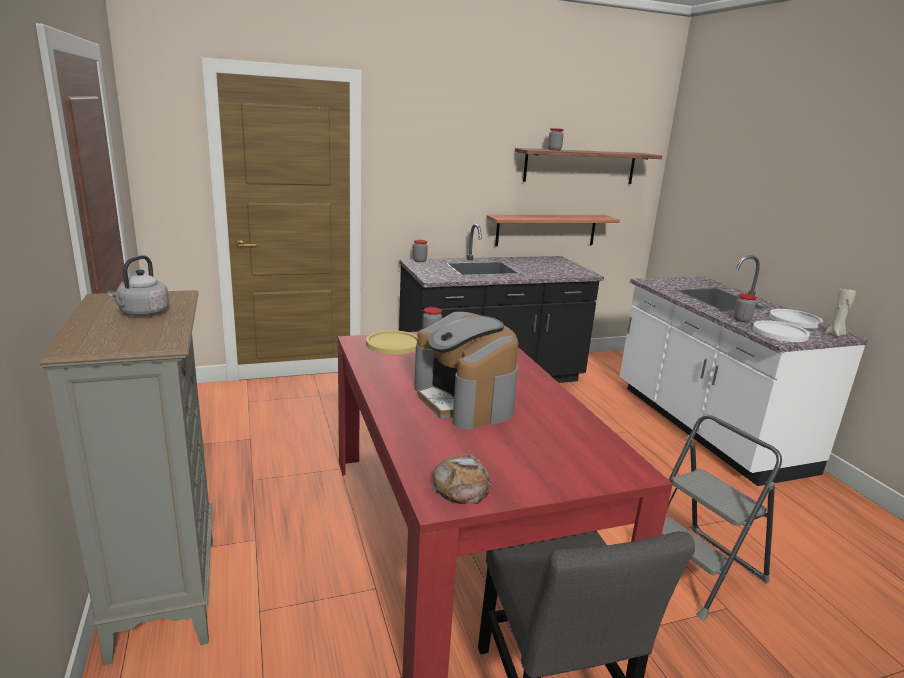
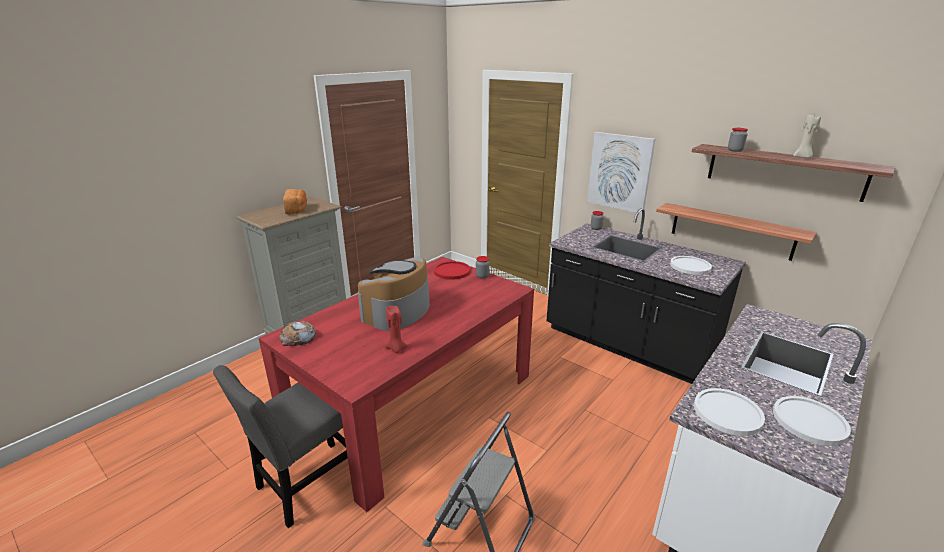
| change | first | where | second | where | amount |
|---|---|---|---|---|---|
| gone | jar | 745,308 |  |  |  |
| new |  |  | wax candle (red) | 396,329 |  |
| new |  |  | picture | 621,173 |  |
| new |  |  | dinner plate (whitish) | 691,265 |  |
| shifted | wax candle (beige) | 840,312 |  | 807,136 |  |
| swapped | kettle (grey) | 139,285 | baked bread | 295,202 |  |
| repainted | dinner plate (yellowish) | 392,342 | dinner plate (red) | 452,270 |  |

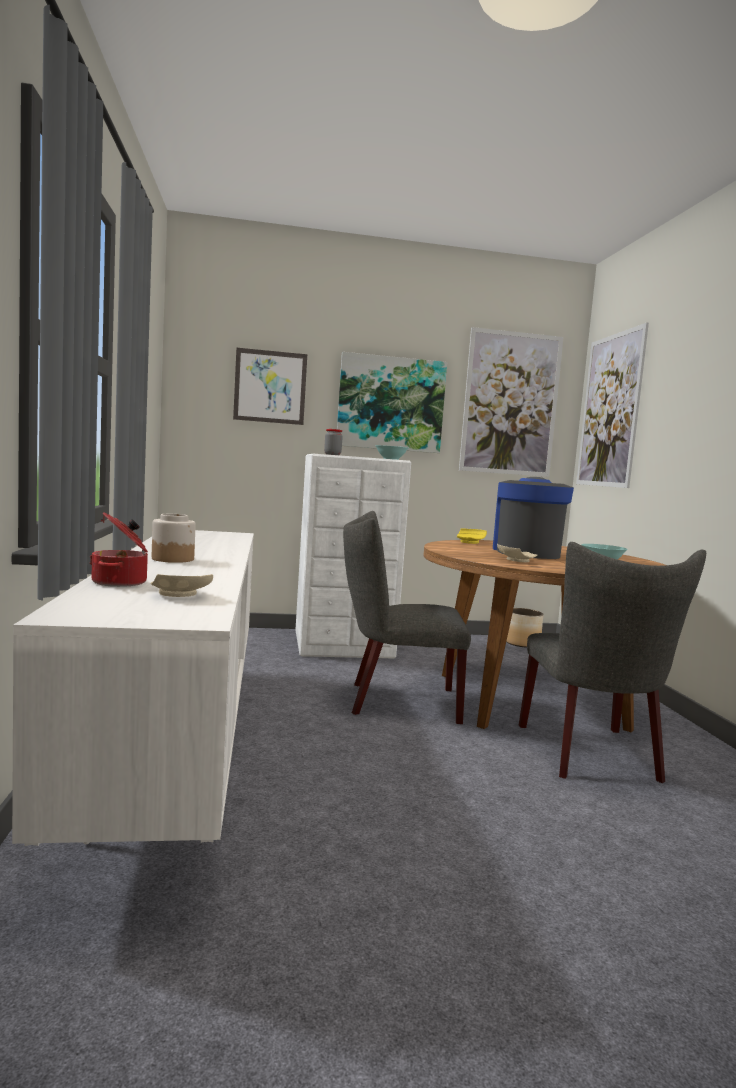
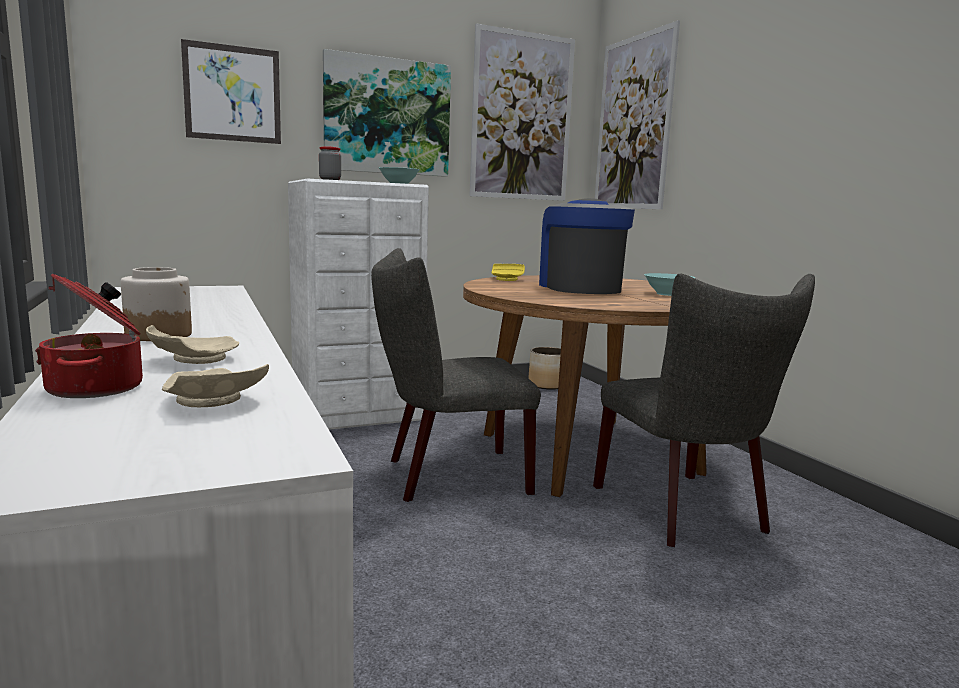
| change | first | where | second | where | amount |
|---|---|---|---|---|---|
| shifted | dinner plate (beige) | 517,553 |  | 193,344 |  |

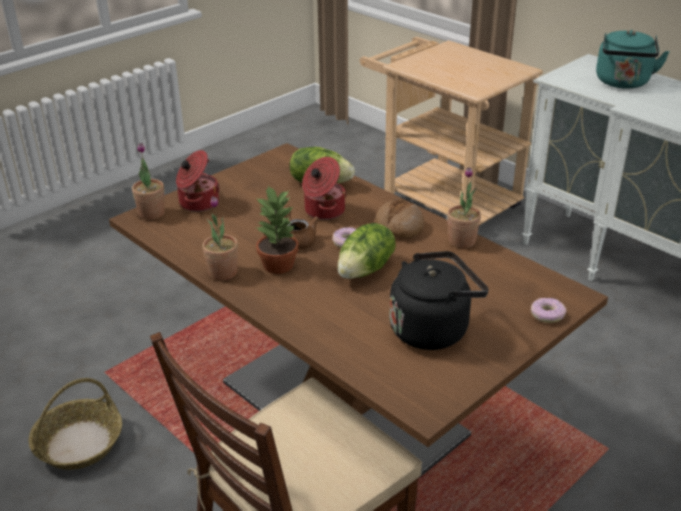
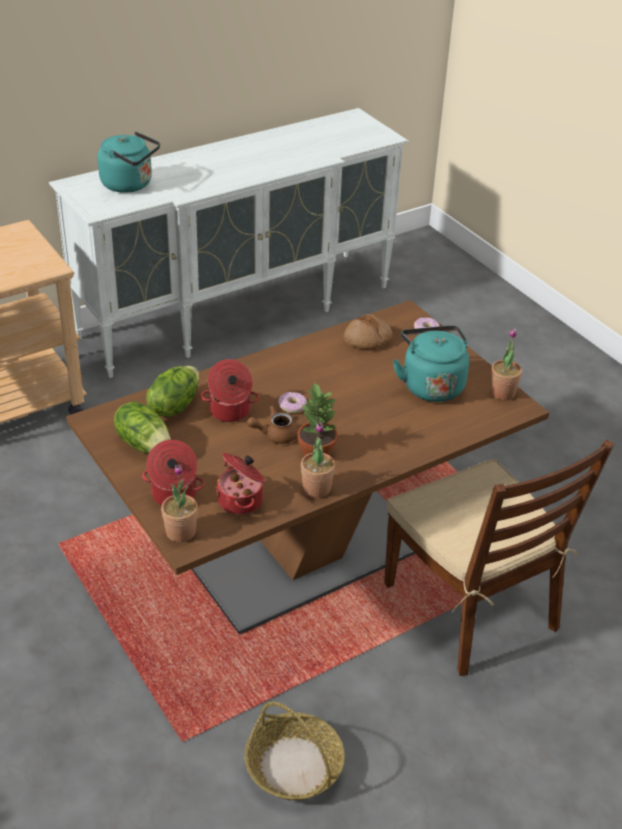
| change | first | where | second | where | amount |
|---|---|---|---|---|---|
| new |  |  | stockpot | 240,484 |  |
| shifted | lettuce | 366,251 |  | 142,427 |  |
| shifted | baked bread | 399,219 |  | 368,331 |  |
| shifted | houseplant | 464,207 |  | 506,364 |  |
| repainted | kettle (black) | 439,300 | kettle (turquoise-coloured) | 431,363 |  |

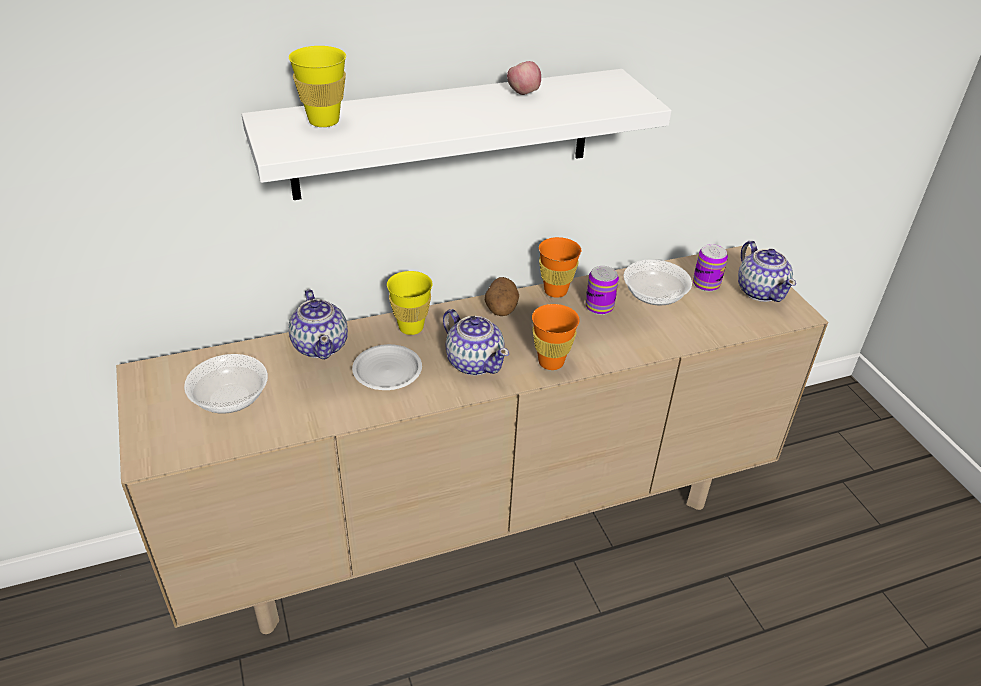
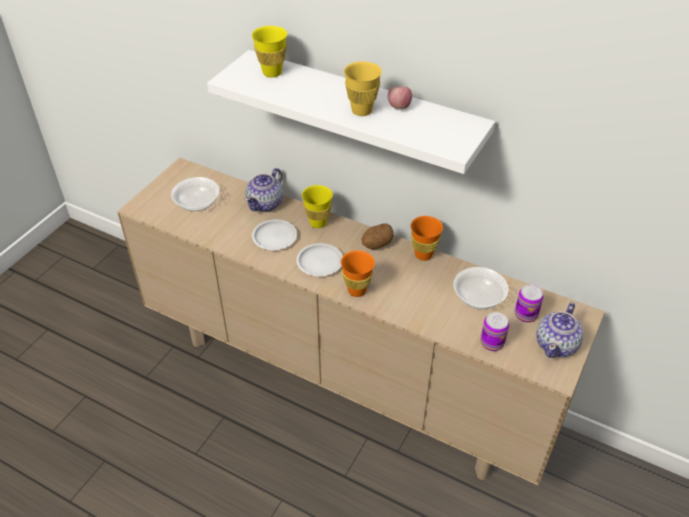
| change | first | where | second | where | amount |
|---|---|---|---|---|---|
| new |  |  | small cup (yellowish) | 363,88 |  |
| shifted | sealed can | 602,290 |  | 495,331 |  |
| swapped | tea pot | 476,342 | dinner plate (whitish) | 319,259 |  |

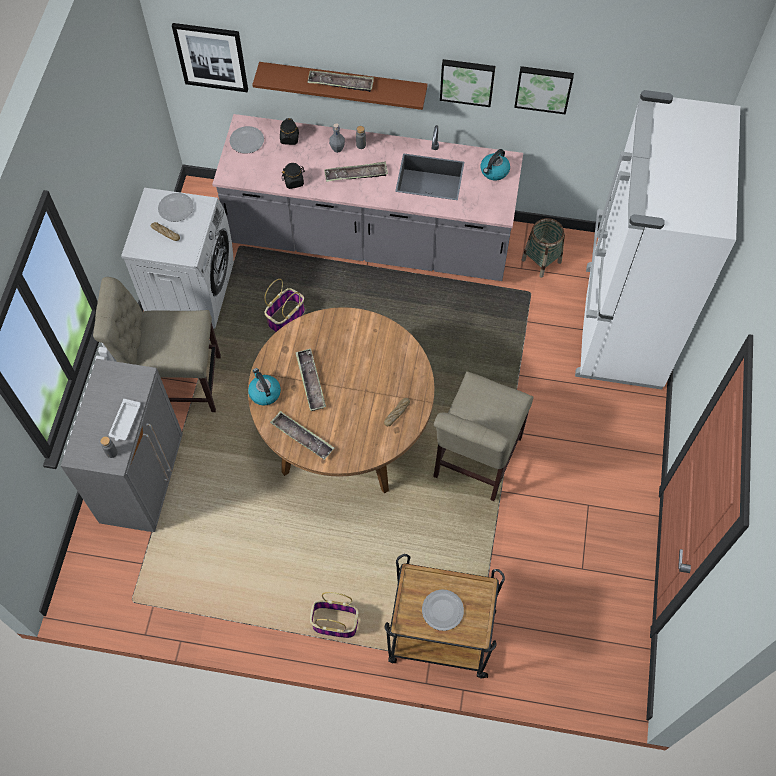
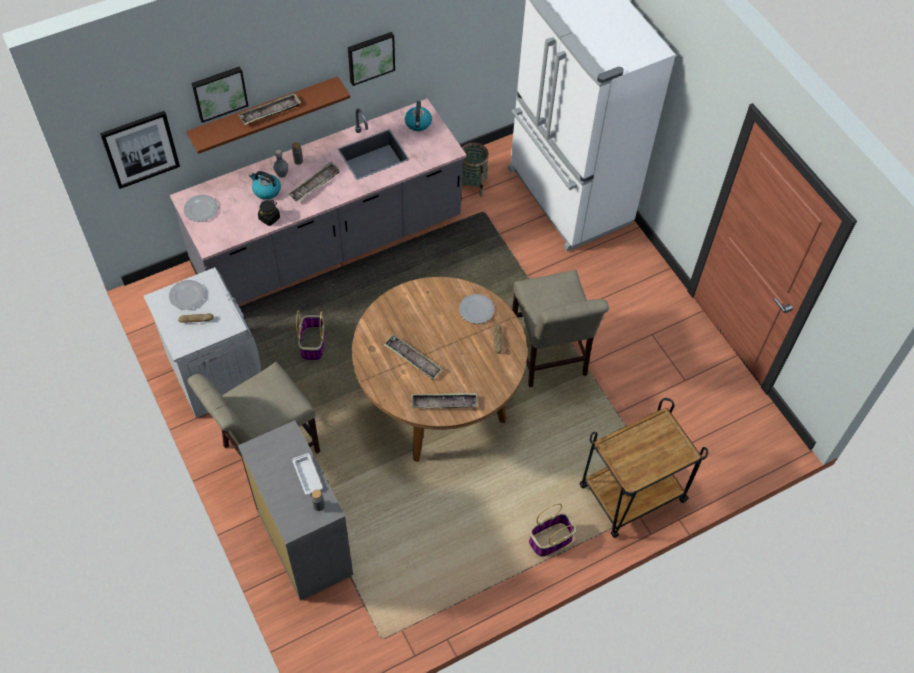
| change | first | where | second | where | amount |
|---|---|---|---|---|---|
| gone | jar (black) | 289,131 |  |  |  |
| shifted | kettle | 264,387 |  | 265,185 |  |
| shifted | dinner plate | 443,610 |  | 476,309 |  |
| shifted | picture | 544,90 |  | 220,94 |  |

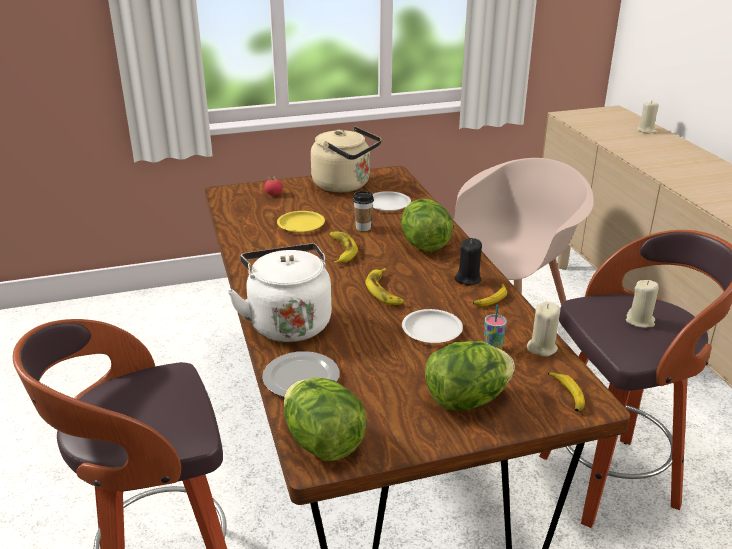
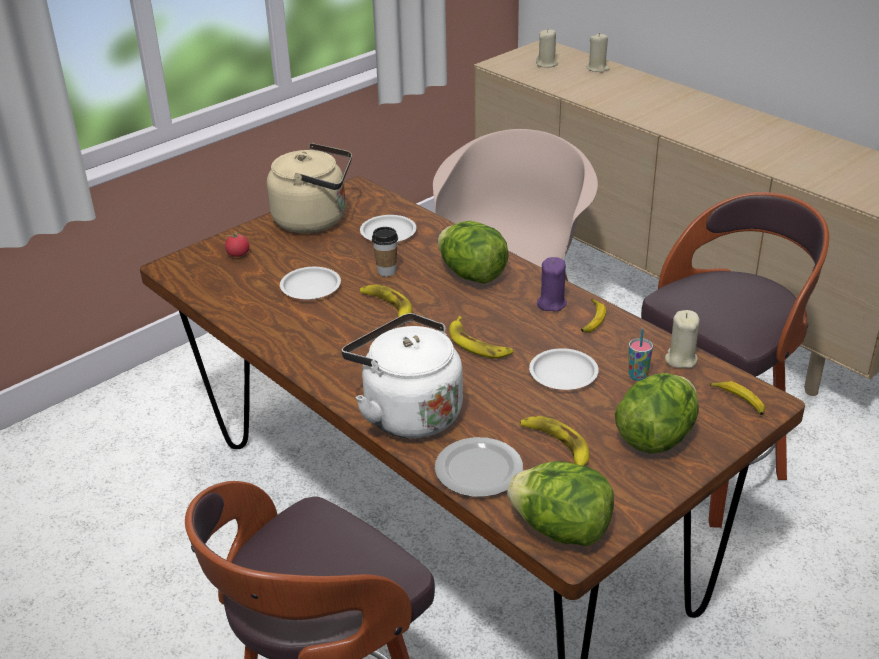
| change | first | where | second | where | amount |
|---|---|---|---|---|---|
| new |  |  | banana | 555,441 |  |
| shifted | wax candle (beige) | 642,304 |  | 547,48 |  |
| repainted | dinner plate (yellowish) | 301,222 | dinner plate (whitish) | 310,283 |  |
| repainted | wax candle (black) | 468,262 | wax candle (purple) | 552,284 |  |

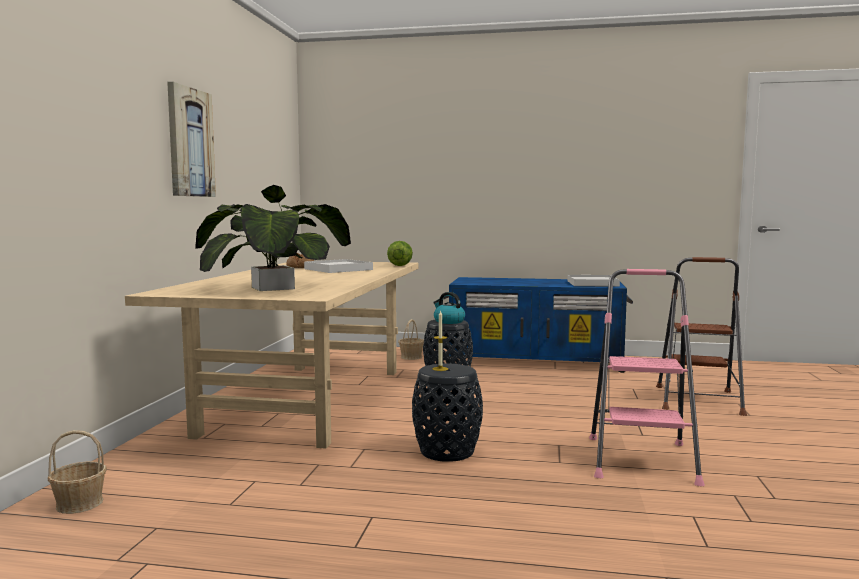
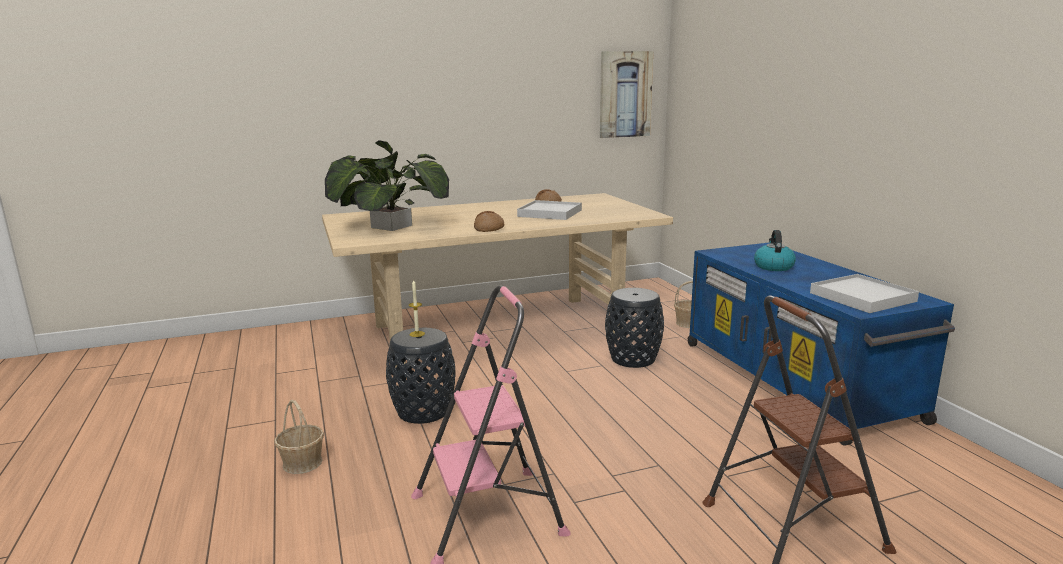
| change | first | where | second | where | amount |
|---|---|---|---|---|---|
| gone | lettuce | 400,253 |  |  |  |
| new |  |  | baked bread | 489,221 |  |
| shifted | household basket | 77,472 |  | 299,437 |  |
| shifted | picture | 191,139 |  | 626,94 |  |
| shifted | kettle | 449,308 |  | 775,250 |  |

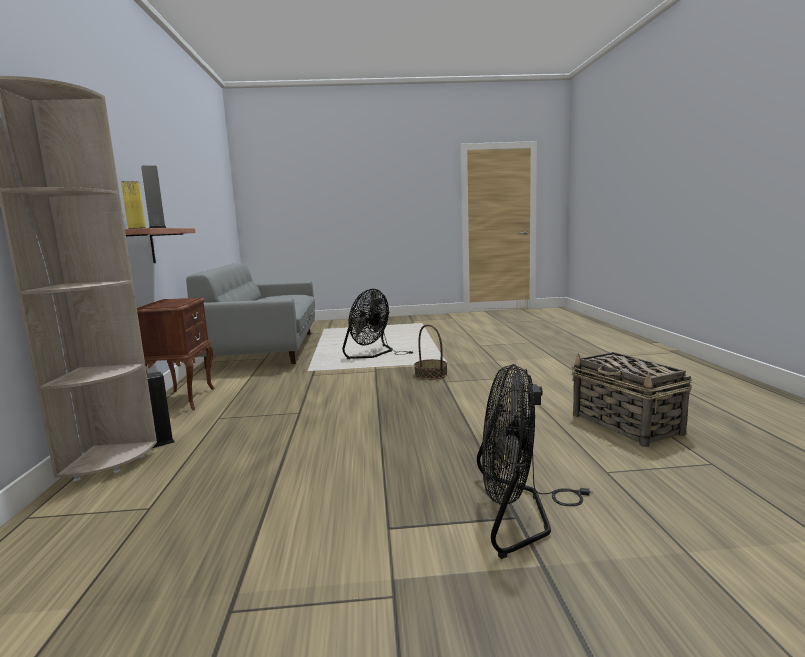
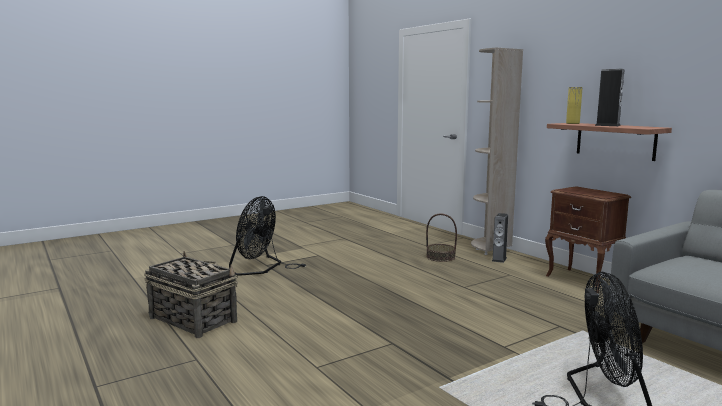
| change | first | where | second | where | amount |
|---|---|---|---|---|---|
| shifted | household basket | 430,352 |  | 441,238 |  |
| rotated | electric fan (black) | 535,461 |  | 267,235 | 135 degrees counterclockwise |

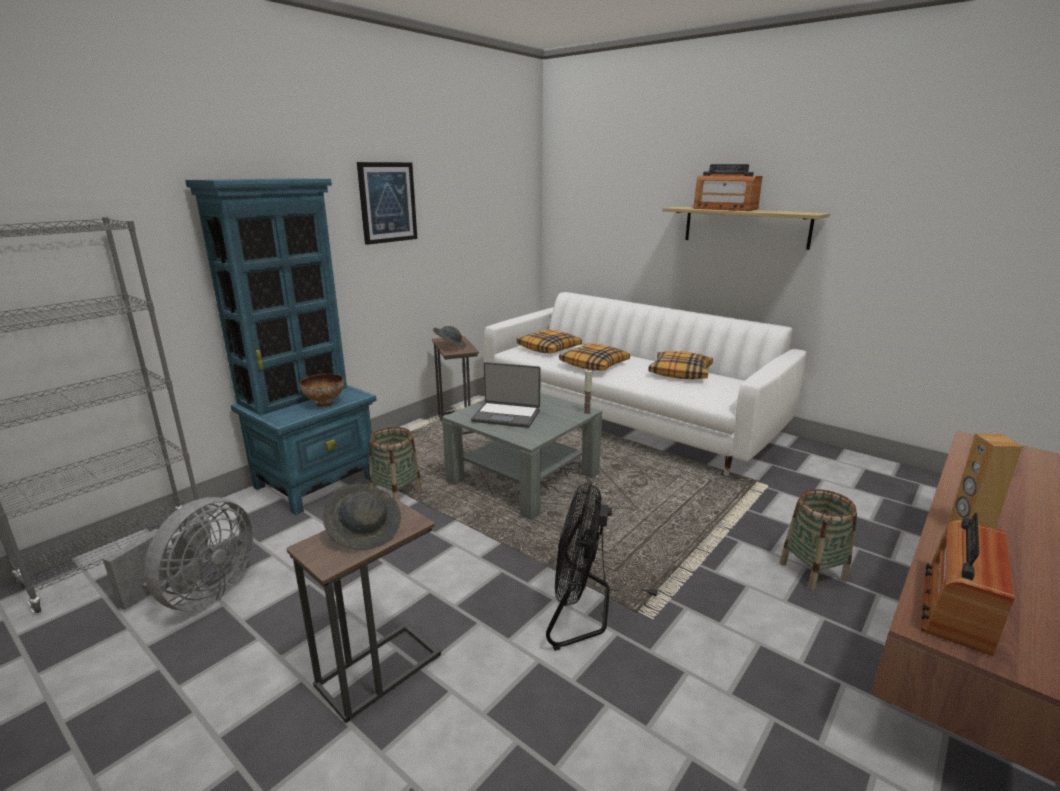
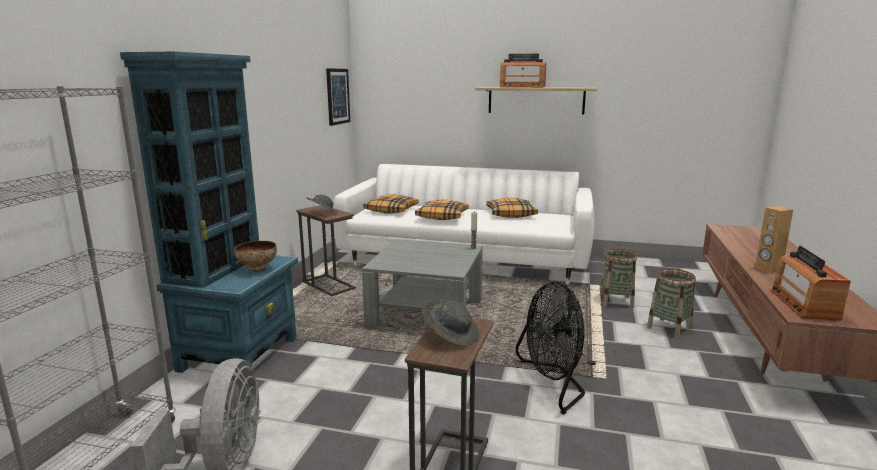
| change | first | where | second | where | amount |
|---|---|---|---|---|---|
| gone | laptop | 506,395 |  |  |  |
| shifted | picture | 387,203 |  | 338,97 |  |
| shifted | household basket | 395,463 |  | 619,278 |  |

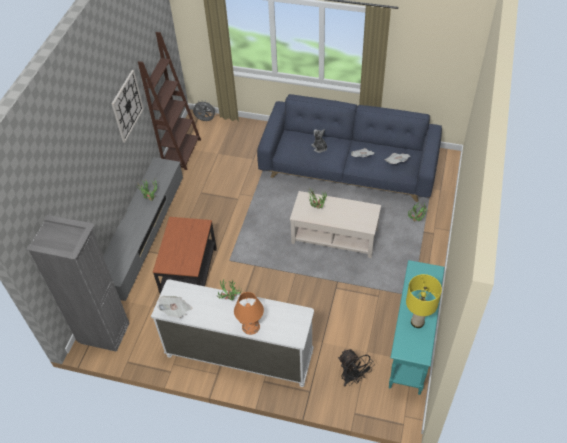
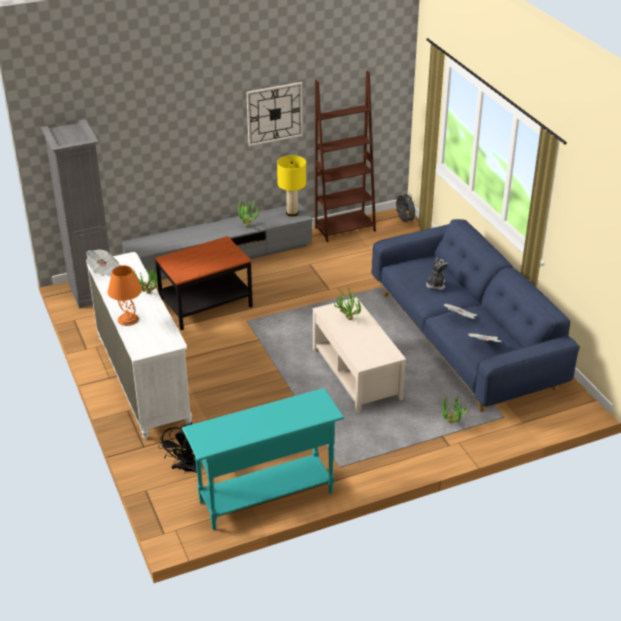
| change | first | where | second | where | amount |
|---|---|---|---|---|---|
| shifted | table lamp (yellowish) | 424,301 |  | 291,186 |  |

